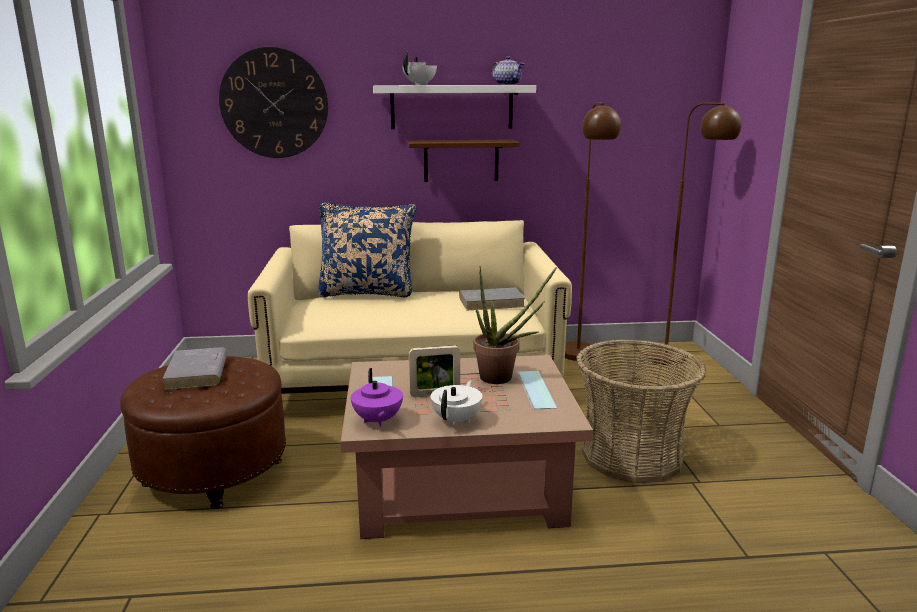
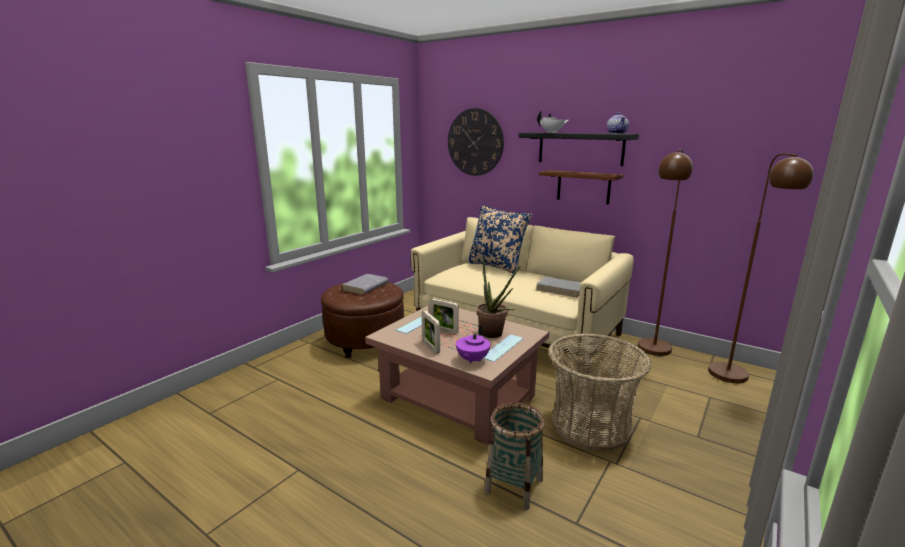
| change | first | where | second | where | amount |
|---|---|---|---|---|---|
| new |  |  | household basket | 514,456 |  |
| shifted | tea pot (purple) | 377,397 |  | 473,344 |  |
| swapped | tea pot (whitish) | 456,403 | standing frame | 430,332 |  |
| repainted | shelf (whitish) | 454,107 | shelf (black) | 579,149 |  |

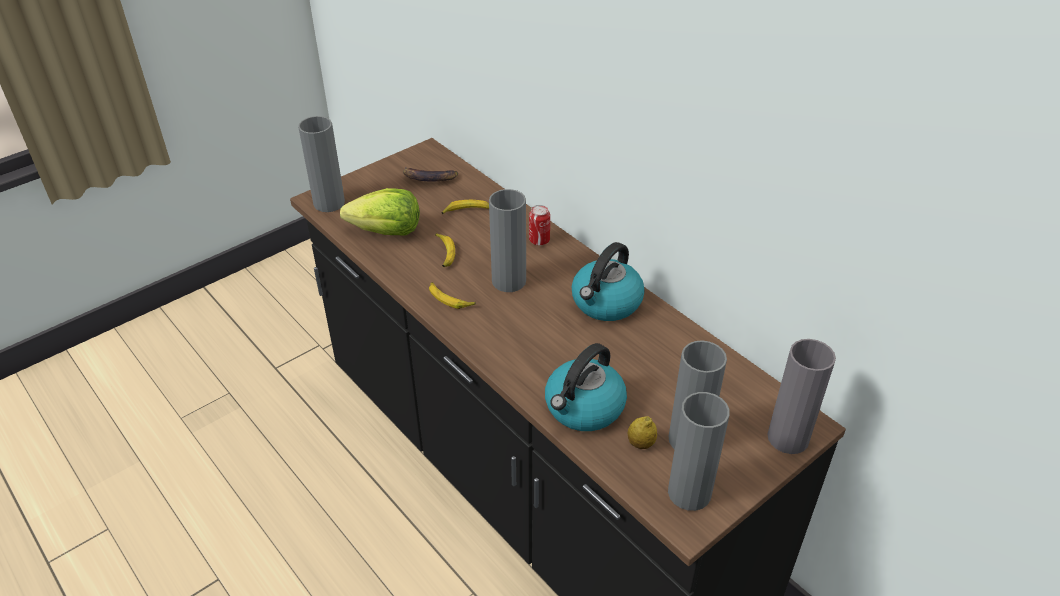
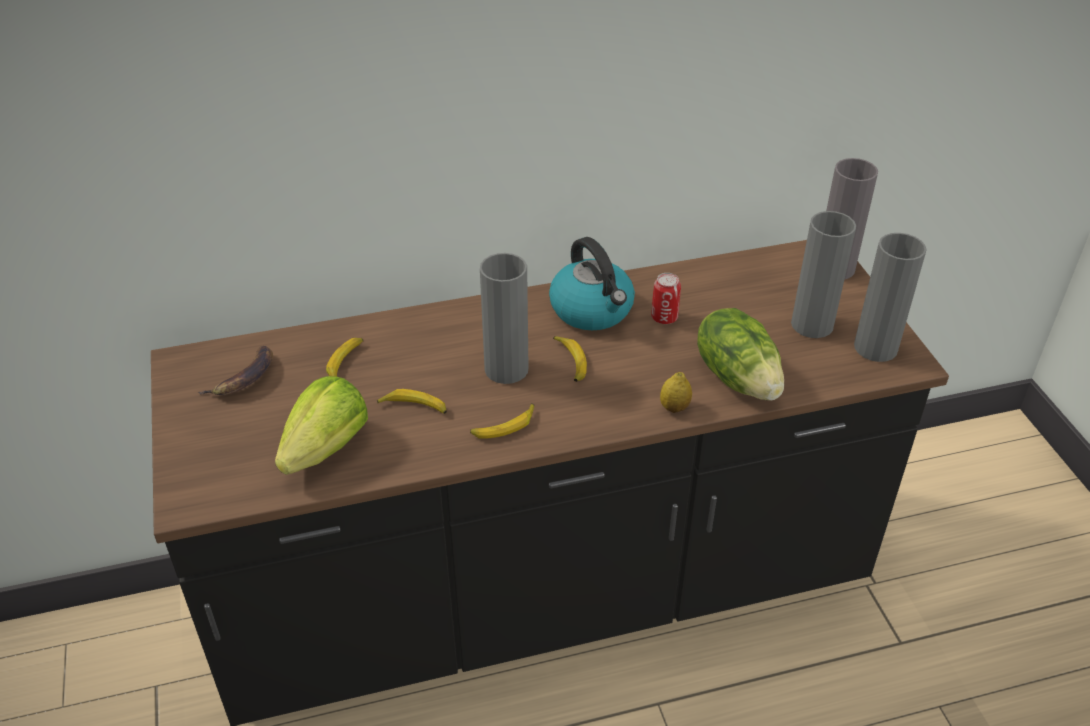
| change | first | where | second | where | amount |
|---|---|---|---|---|---|
| gone | flower vase (grey) | 321,164 |  |  |  |
| new |  |  | banana | 570,359 |  |
| shifted | sealed can | 539,225 |  | 666,298 |  |
| shifted | citrus fruit | 642,432 |  | 676,392 |  |
| swapped | kettle | 586,387 | lettuce | 740,354 |  |

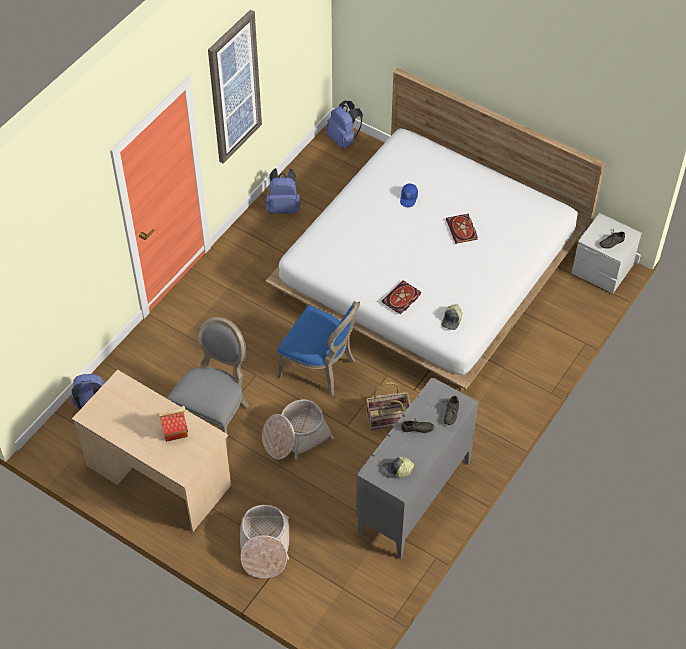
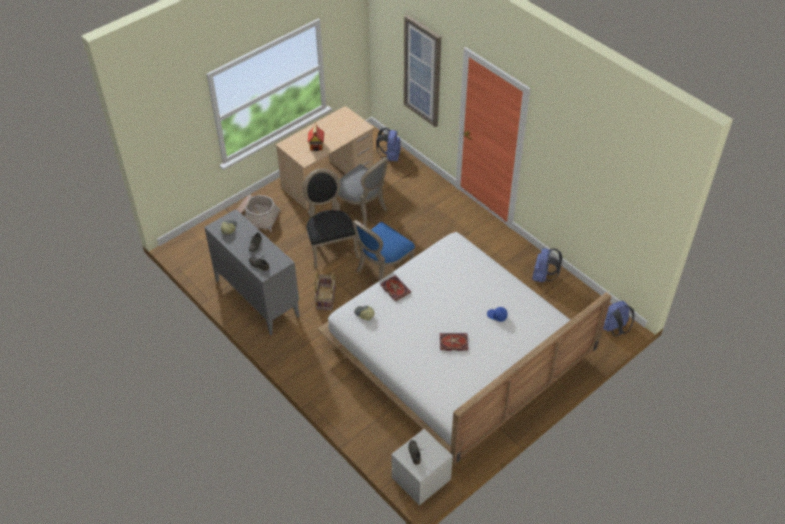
| change | first | where | second | where | amount |
|---|---|---|---|---|---|
| shifted | picture | 235,87 |  | 422,71 |  |
| swapped | household basket | 298,429 | upright chair (black) | 331,218 |  |

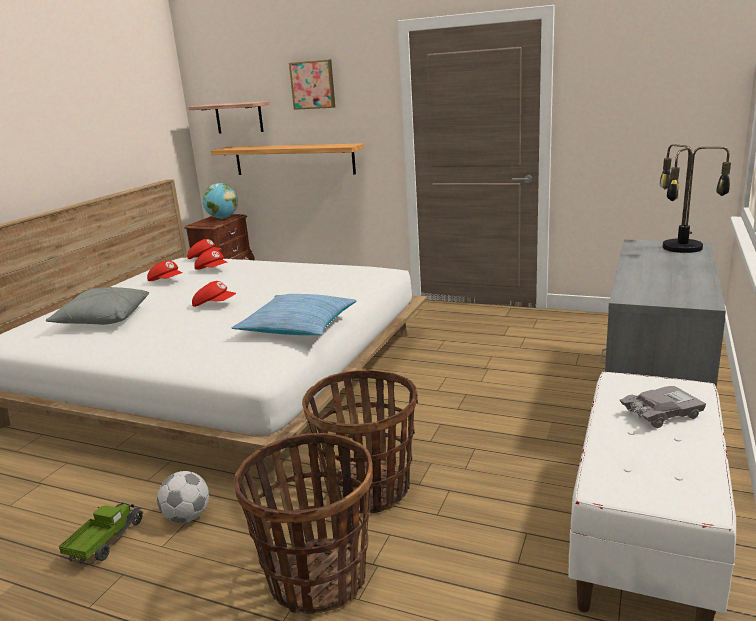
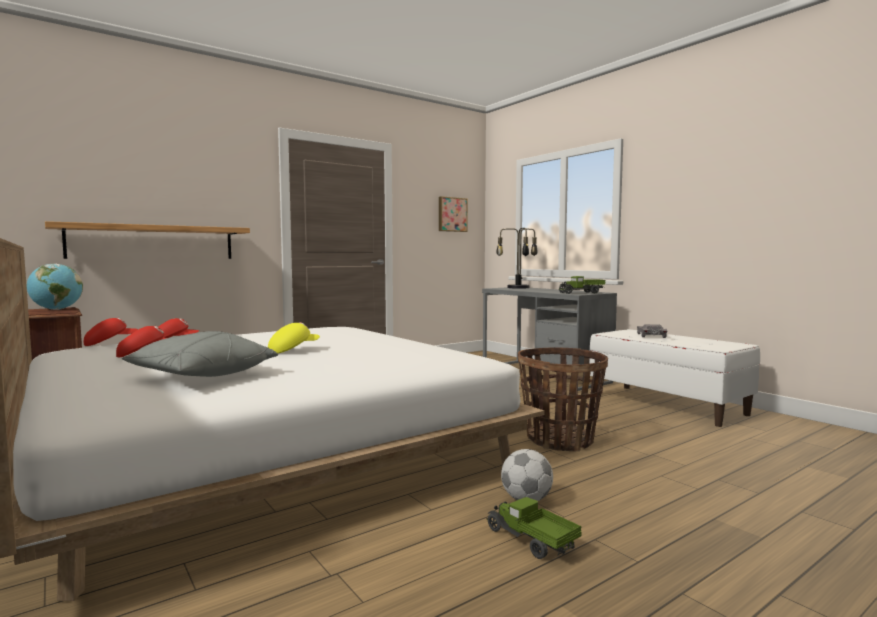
| change | first | where | second | where | amount |
|---|---|---|---|---|---|
| gone | shelf | 229,117 |  |  |  |
| gone | cushion | 294,314 |  |  |  |
| gone | household basket | 303,523 |  |  |  |
| new |  |  | model truck | 581,285 |  |
| shifted | picture | 312,85 |  | 453,214 |  |
| repainted | cap (red) | 214,294 | cap (yellowish) | 294,338 |  |

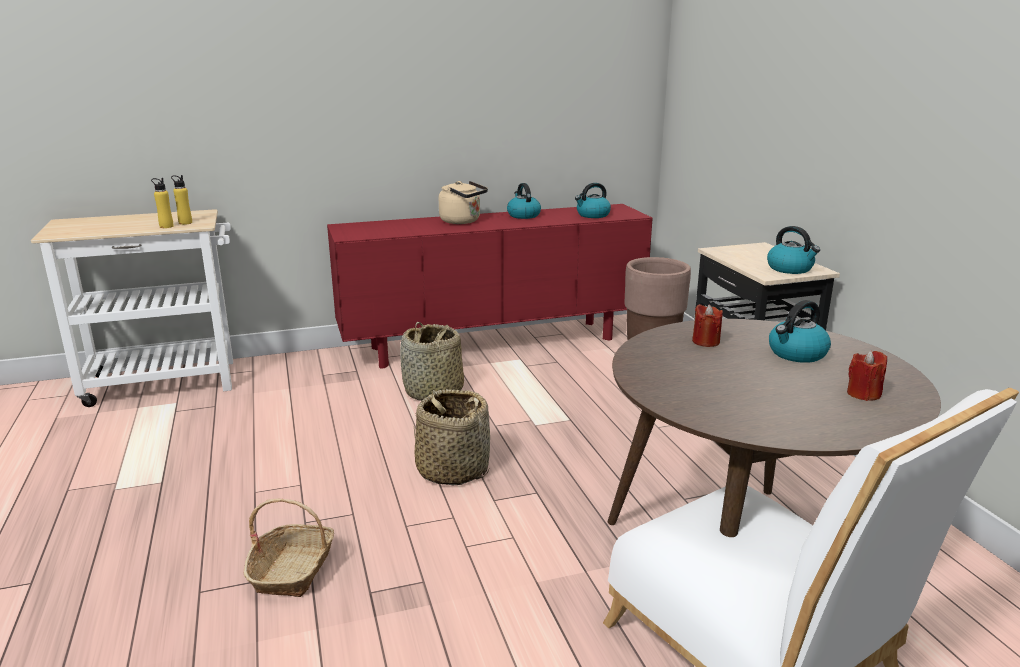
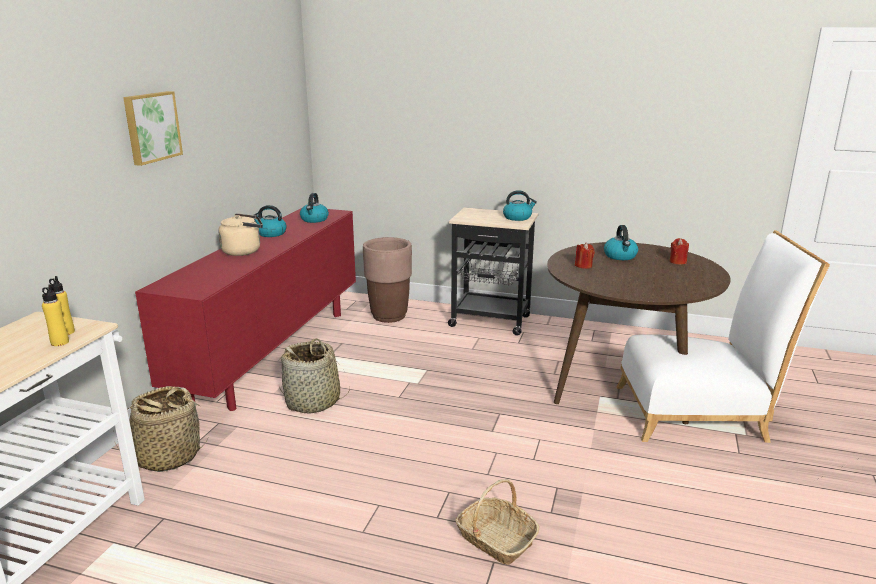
| change | first | where | second | where | amount |
|---|---|---|---|---|---|
| new |  |  | picture | 153,128 |  |
| shifted | household basket | 452,437 |  | 161,429 |  |

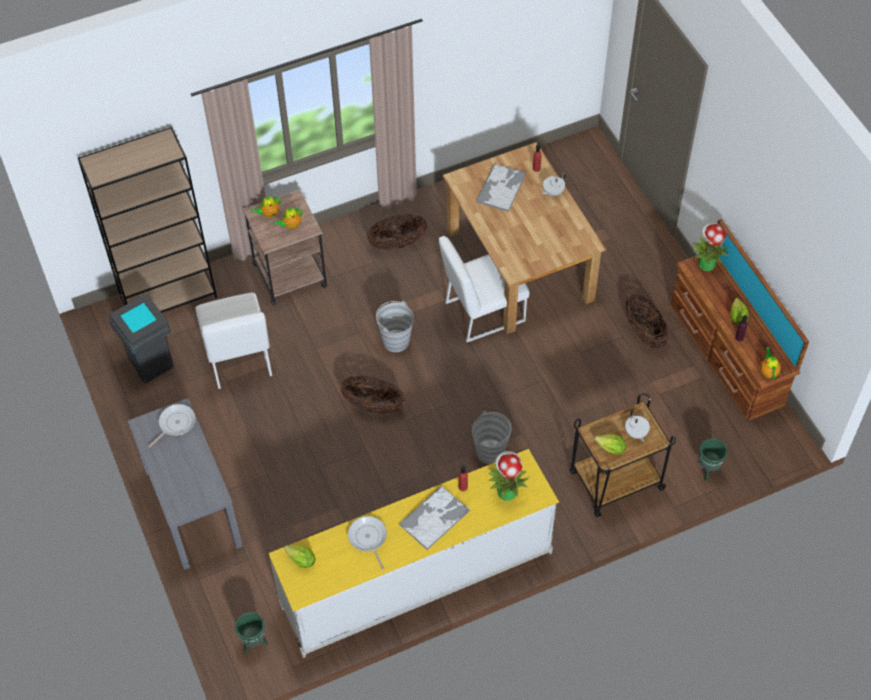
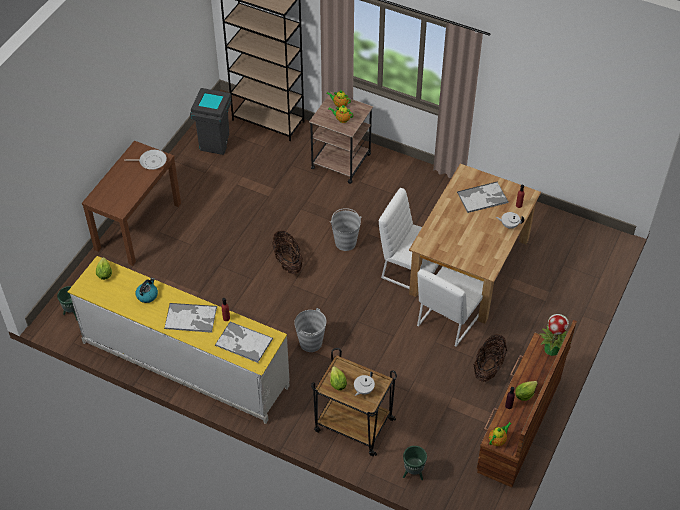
| change | first | where | second | where | amount |
|---|---|---|---|---|---|
| gone | household basket | 397,232 |  |  |  |
| shifted | upright chair (whitish) | 233,341 |  | 450,306 |  |
| swapped | pan | 367,543 | kettle | 146,290 |  |
| swapped | houseplant | 508,476 | serving tray | 244,342 |  |
| repainted | console table (grey) | 185,484 | console table (brown) | 131,203 |  |

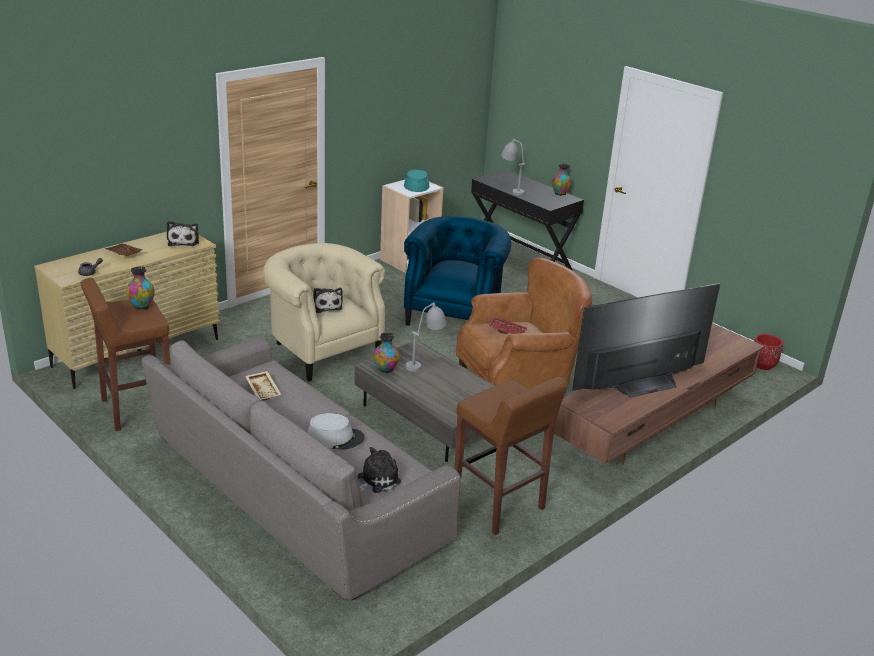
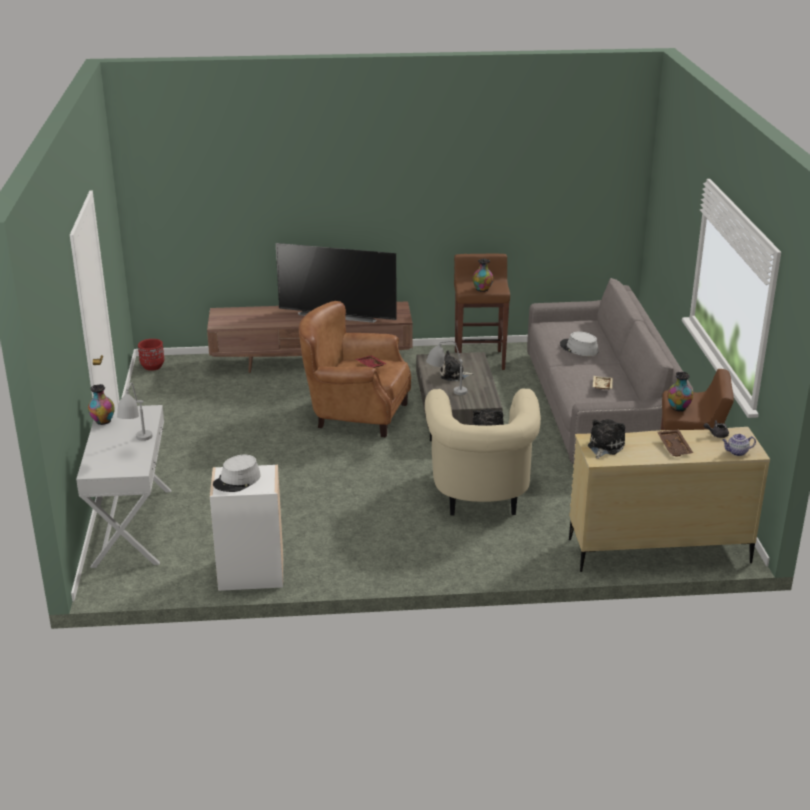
| change | first | where | second | where | amount |
|---|---|---|---|---|---|
| gone | lounge chair (bluish) | 457,271 |  |  |  |
| new |  |  | tea pot | 739,445 |  |
| shifted | cuddly toy | 379,470 |  | 457,365 |  |
| shifted | flower vase | 386,353 |  | 483,275 |  |
| repainted | hat (turquoise-coloured) | 417,180 | hat (grey) | 237,473 |  |
| repainted | console table (black) | 527,220 | console table (whitish) | 123,486 |  |

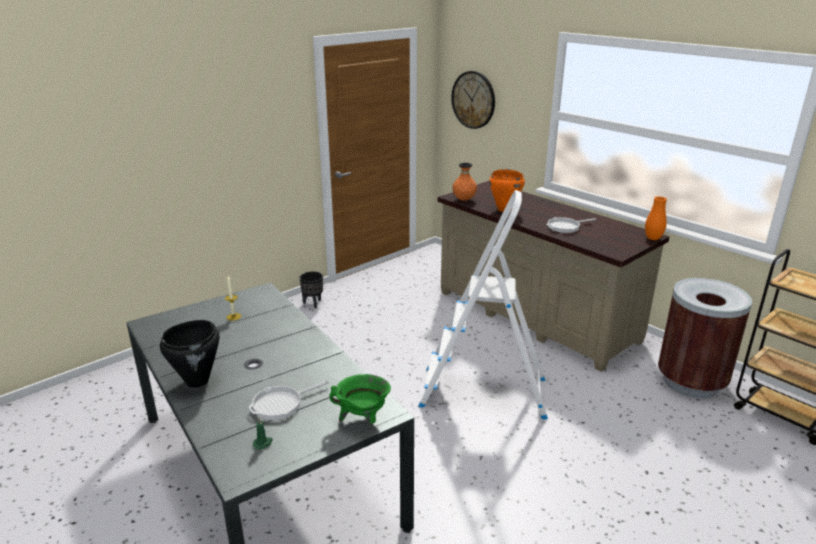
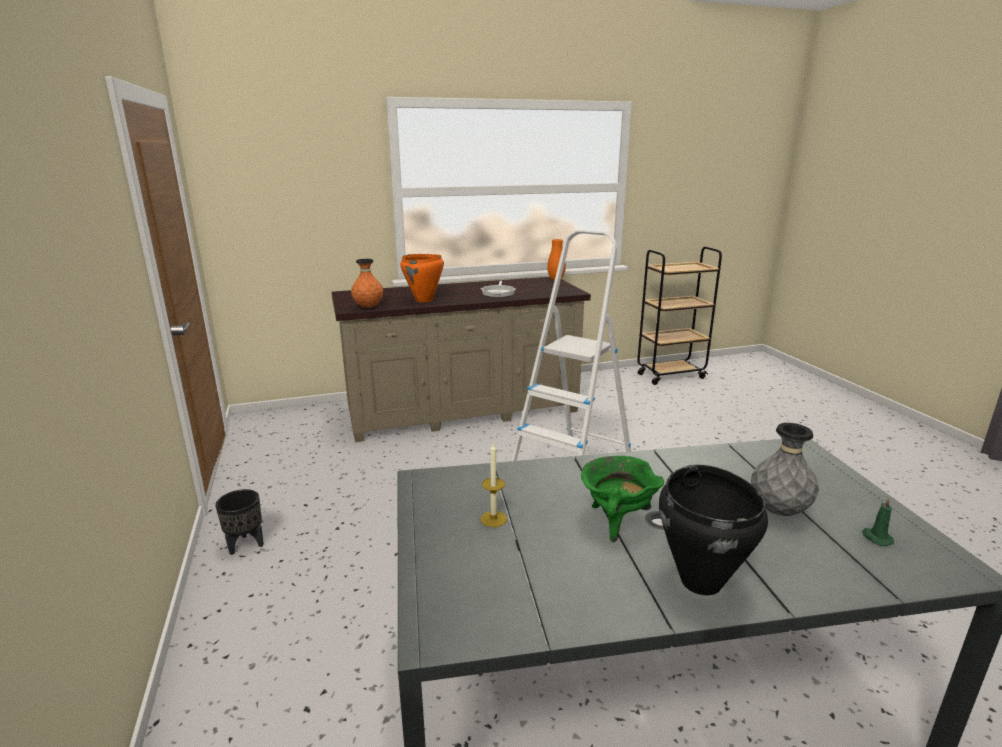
| change | first | where | second | where | amount |
|---|---|---|---|---|---|
| gone | wall clock | 473,100 |  |  |  |
| gone | trash can (brown) | 705,338 |  |  |  |
| shifted | stockpot (greenish) | 360,399 |  | 622,499 |  |
| swapped | pan | 289,400 | flower vase (grey) | 785,469 |  |

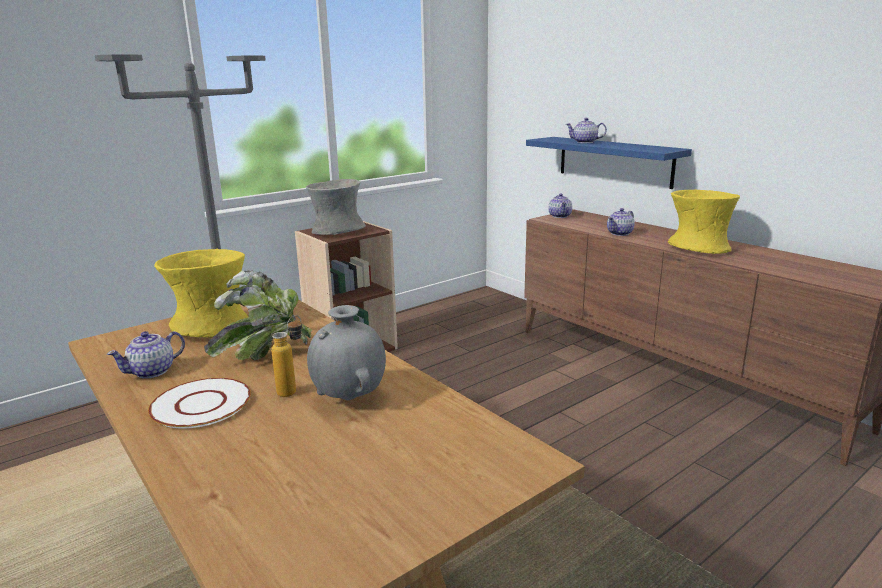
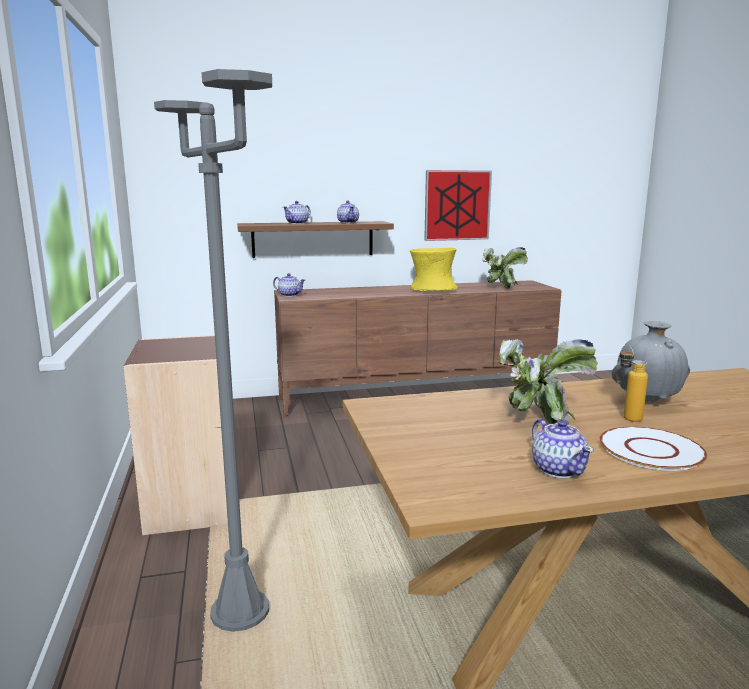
| change | first | where | second | where | amount |
|---|---|---|---|---|---|
| gone | flower vase (yellowish) | 201,293 |  |  |  |
| gone | flower vase (grey) | 336,207 |  |  |  |
| new |  |  | picture | 458,205 |  |
| new |  |  | houseplant | 505,268 |  |
| shifted | tea pot | 621,222 |  | 348,212 |  |
| repainted | shelf (bluish) | 609,163 | shelf (brown) | 315,239 |  |

